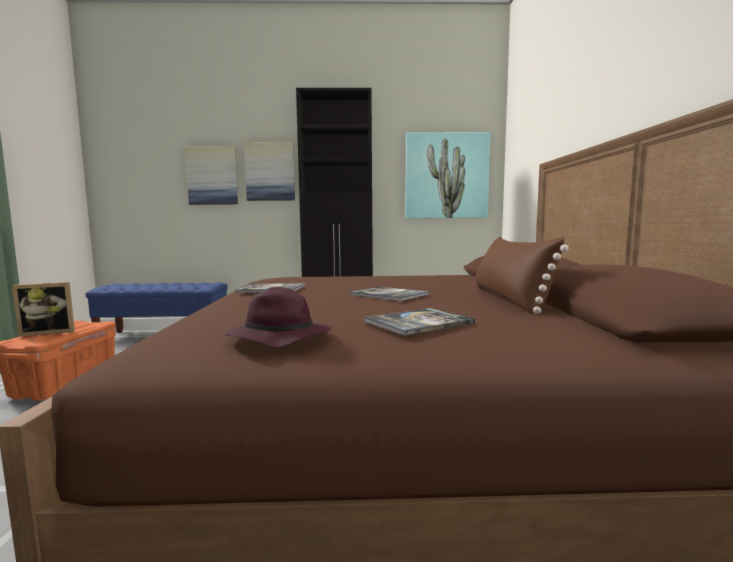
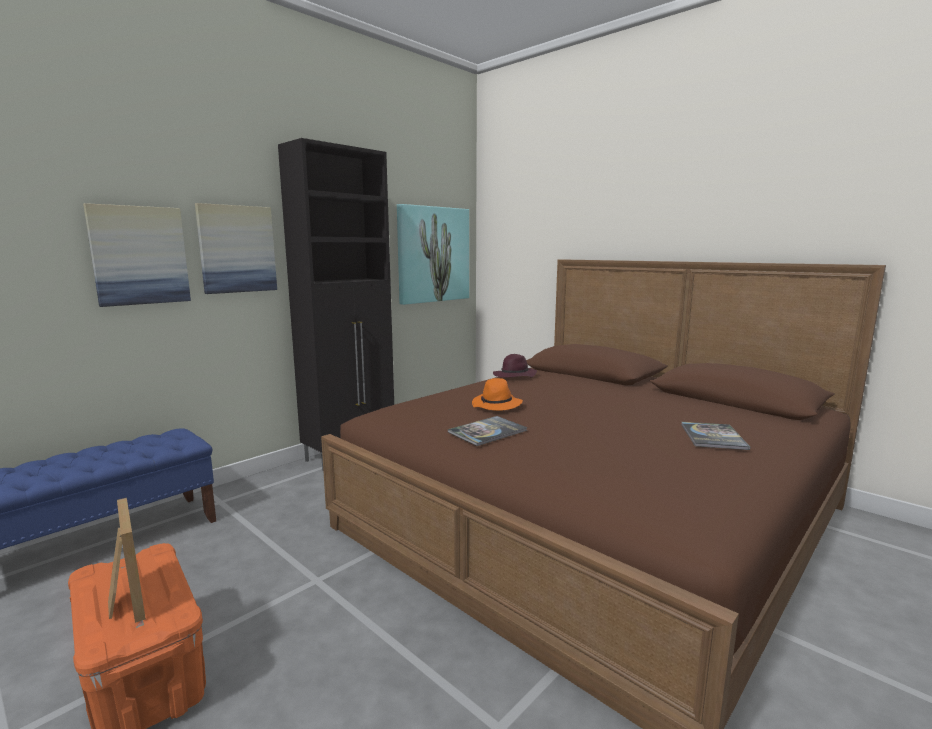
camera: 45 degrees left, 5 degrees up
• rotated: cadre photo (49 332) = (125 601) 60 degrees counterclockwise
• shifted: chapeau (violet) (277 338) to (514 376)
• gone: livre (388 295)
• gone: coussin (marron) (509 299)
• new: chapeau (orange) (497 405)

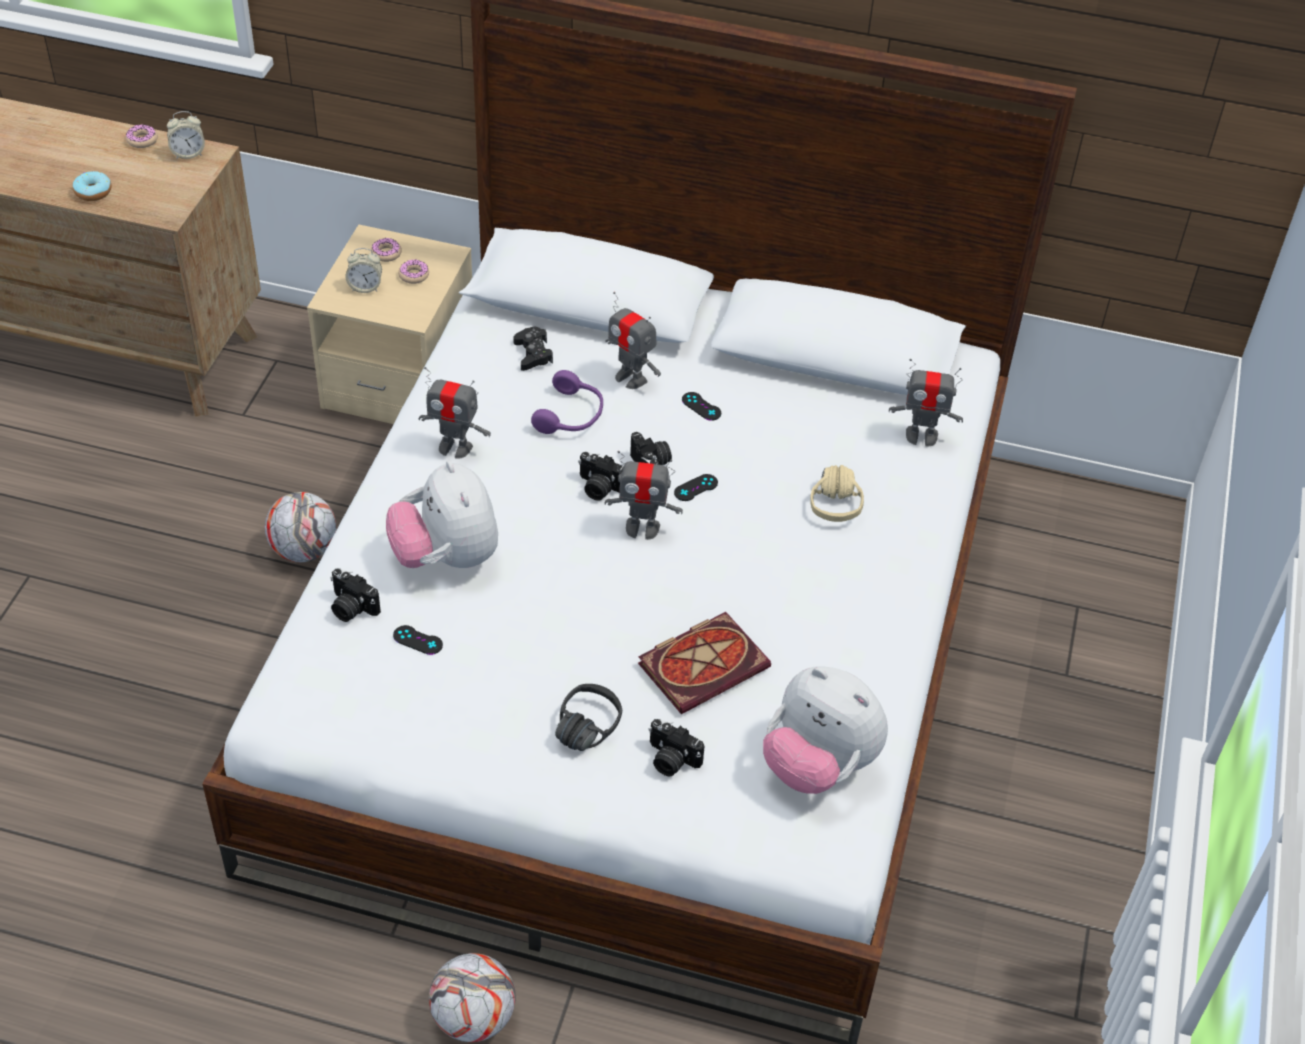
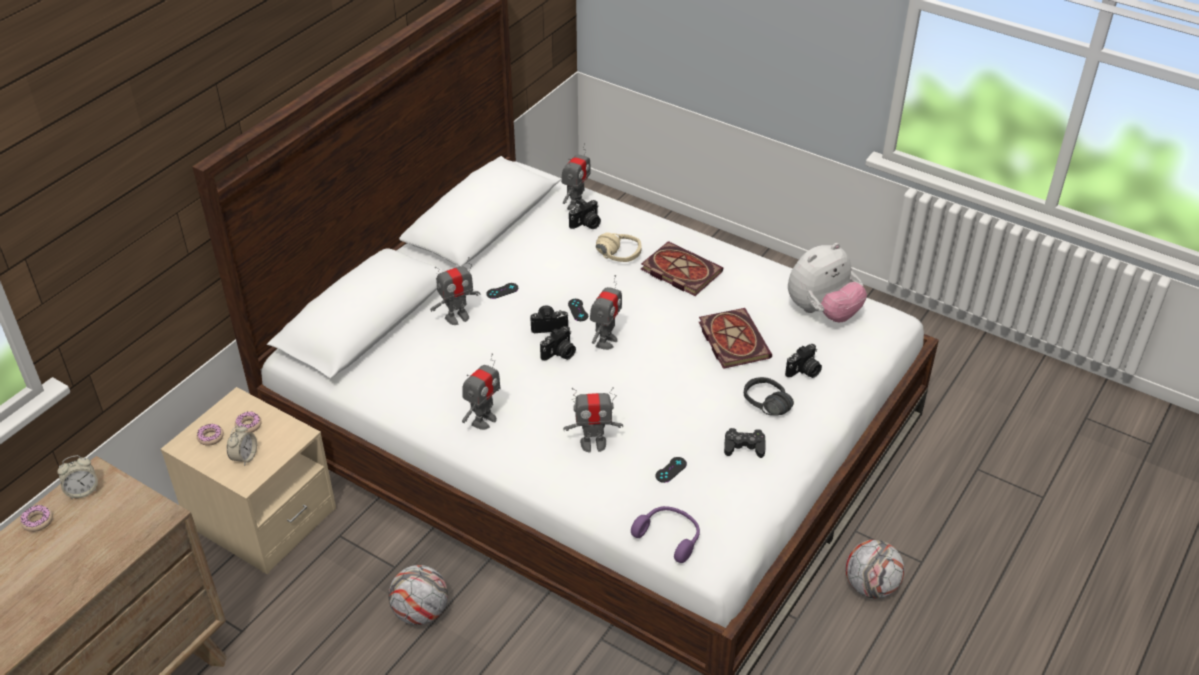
camera: 70 degrees left, 5 degrees down
• gone: beignet (93 192)
• rotated: réveil (188 153) = (82 490) 60 degrees clockwise
• shifted: appareil photo (351 608) to (586 224)
• swapped: peluche (446 557) to robot jouet (593 444)
• shifted: manette (noir) (533 354) to (744 447)
• shifted: casque audio (violet) (571 415) to (669 537)
• new: livre (679 271)

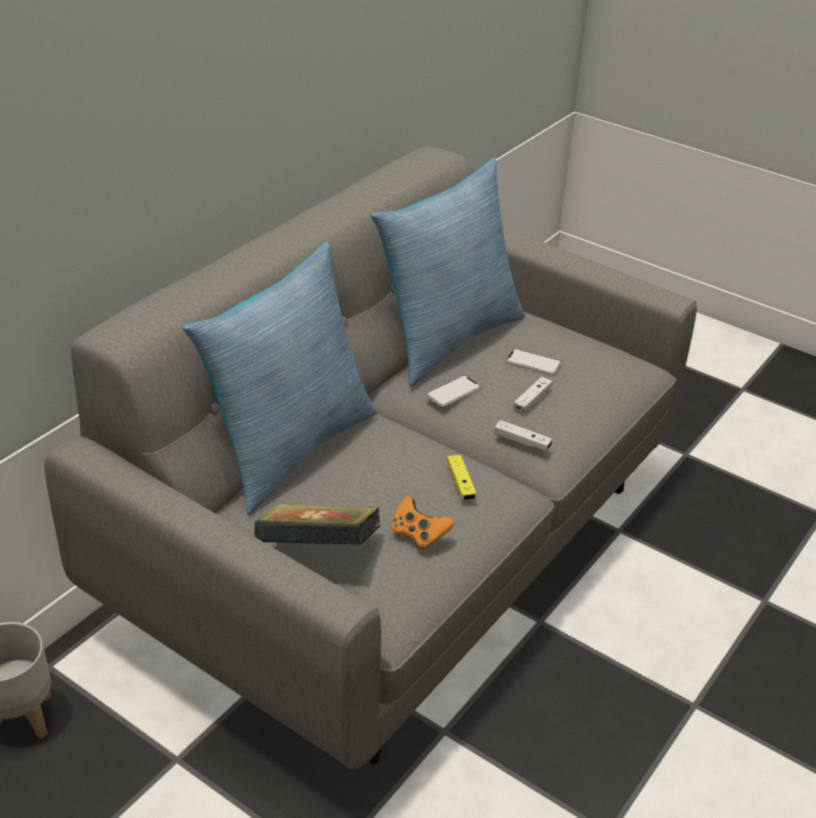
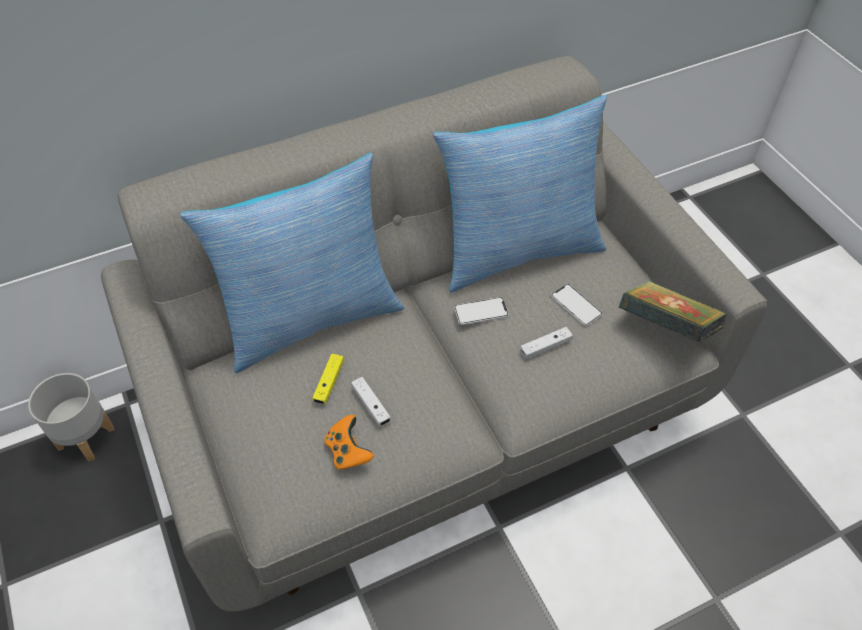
camera: 30 degrees right, 15 degrees up
• shifted: livre (318 550) to (666 328)
• shifted: manette (jaune) (460 483) to (329 383)
• shifted: manette (blanc) (522 441) to (371 405)

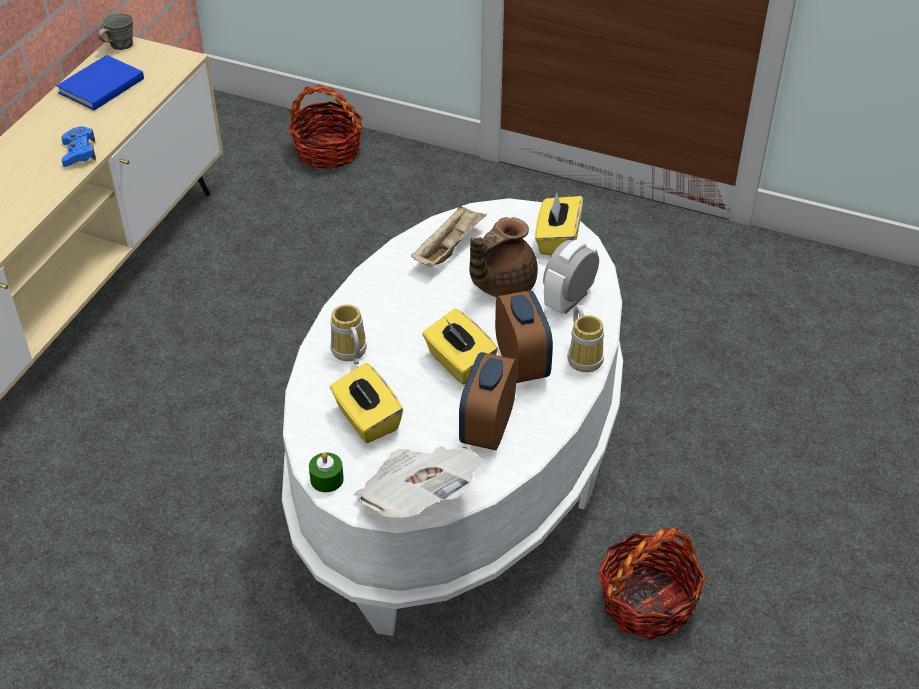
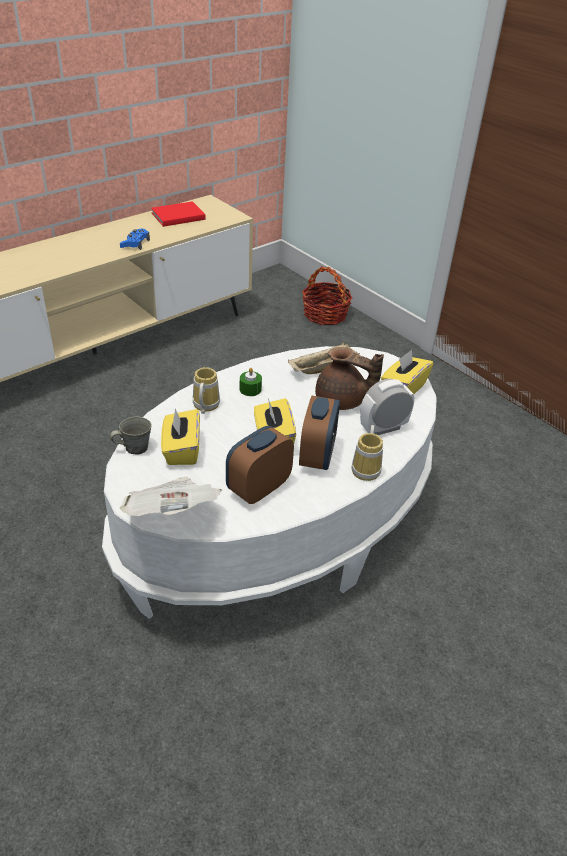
camera: 25 degrees right, 5 degrees down
• repainted: livre (bleu) (99 86) to livre (rouge) (176 216)
• shifted: mug (gris) (120 45) to (134 448)
• shifted: bougie (vert) (327 479) to (250 389)
• rotated: théière (marron) (501 284) = (342 401) 135 degrees counterclockwise
• gone: panier (647 602)

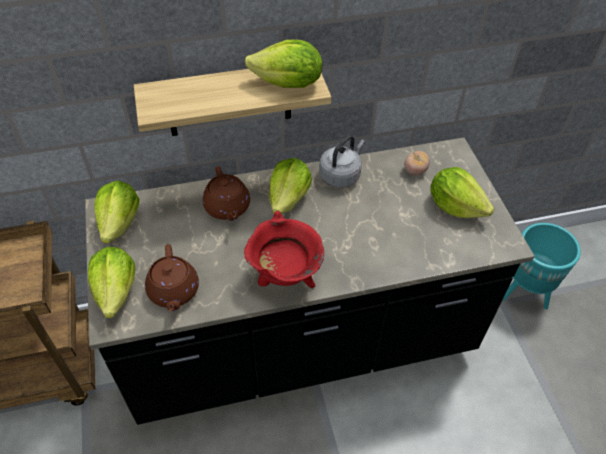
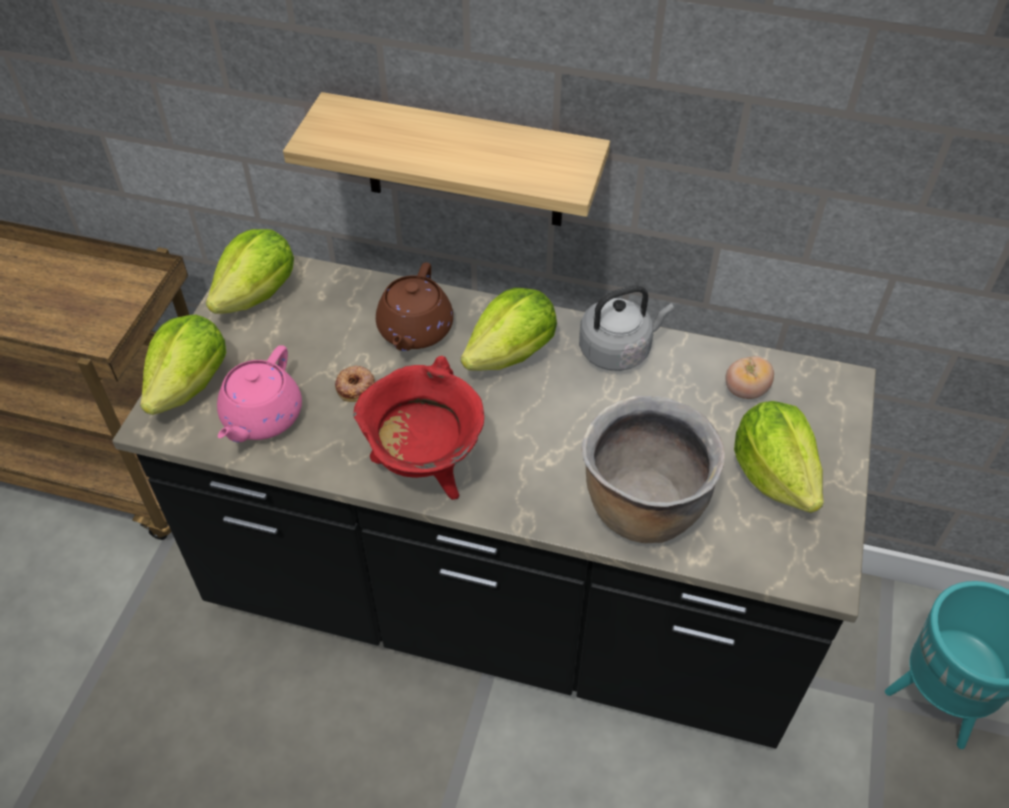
camera: 30 degrees right, 0 degrees up
• repainted: théière (marron) (173 291) to théière (rose) (261 418)
• gone: laitue (288 84)
• new: beignet (356 386)
• new: marmite (marron) (642 506)

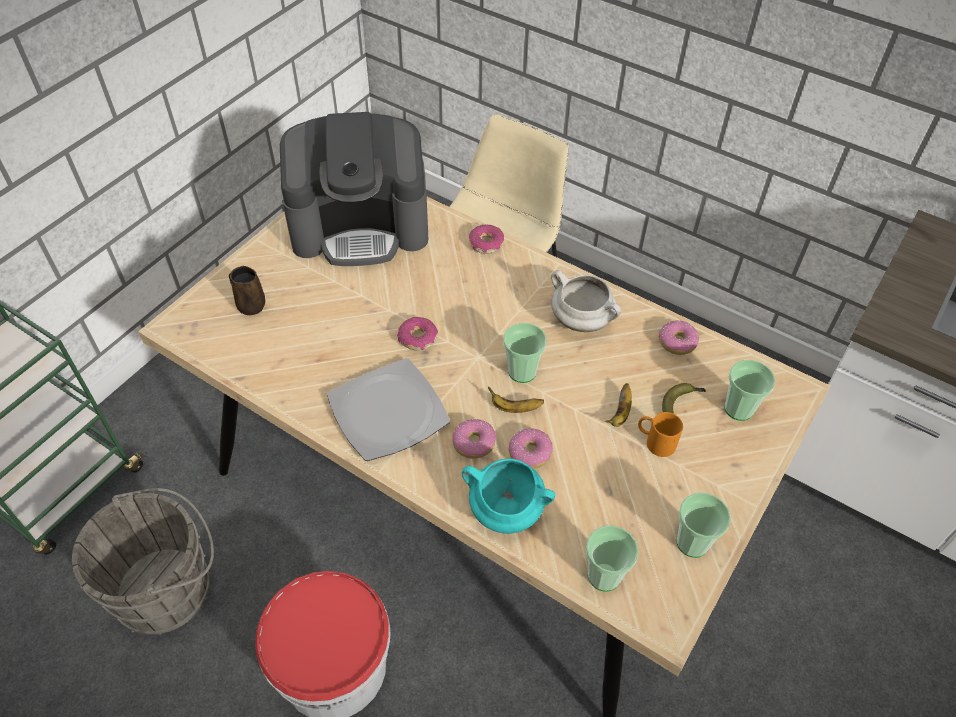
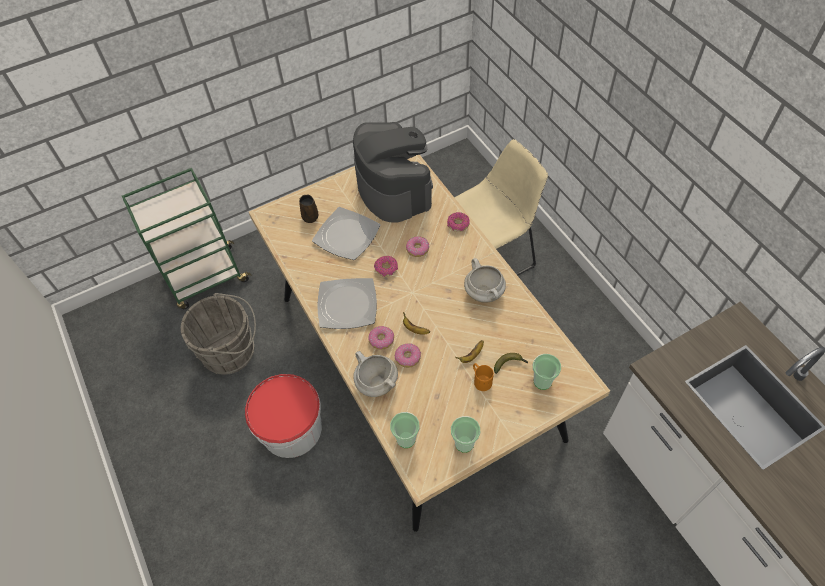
camera: 30 degrees right, 5 degrees up
• rotated: machine à café (361 225) = (393 188) 135 degrees counterclockwise
• repainted: marmite (turquoise) (504 510) to marmite (blanc) (376 383)
• gone: tasse (522 371)
• shifted: beignet (677 342) to (417 249)
• new: assiette (347 236)

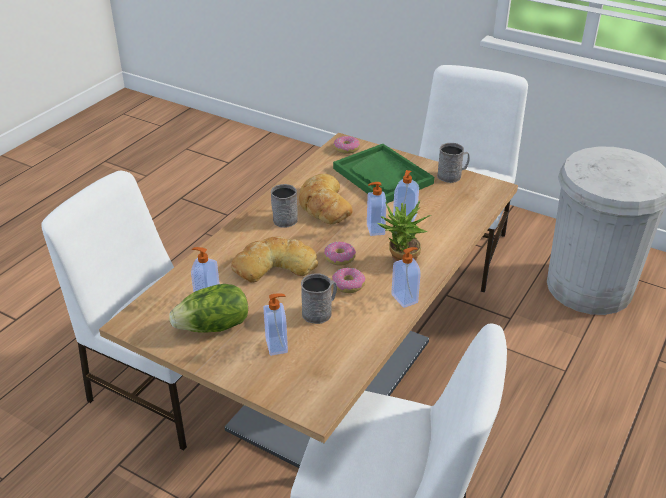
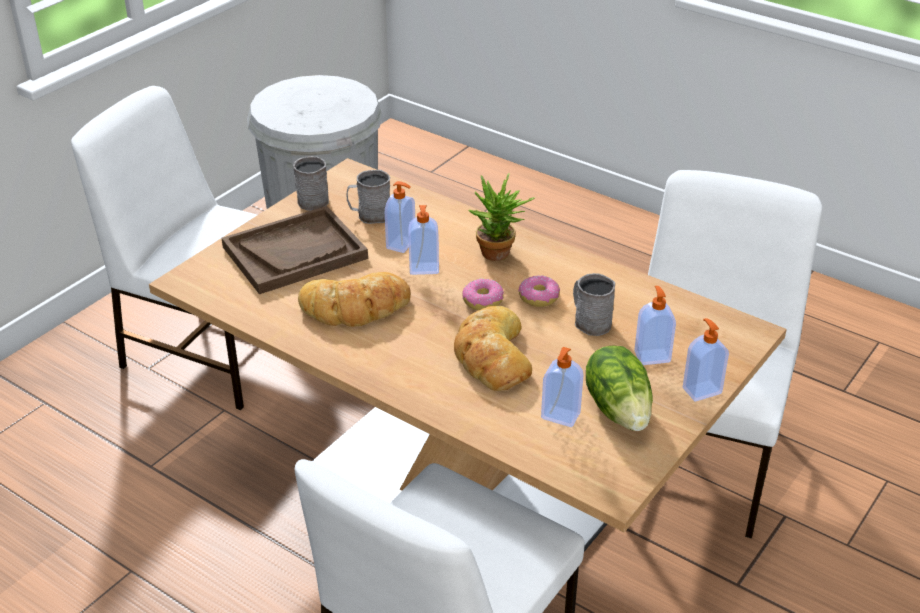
camera: 85 degrees left, 0 degrees up
• shifted: mug (gris) (284 217) to (369 215)
• gone: beignet (346 149)
• repainted: plateau (vert) (383 176) to plateau (marron) (295 252)
• shifted: distributeur de savon (405 298) to (701 390)

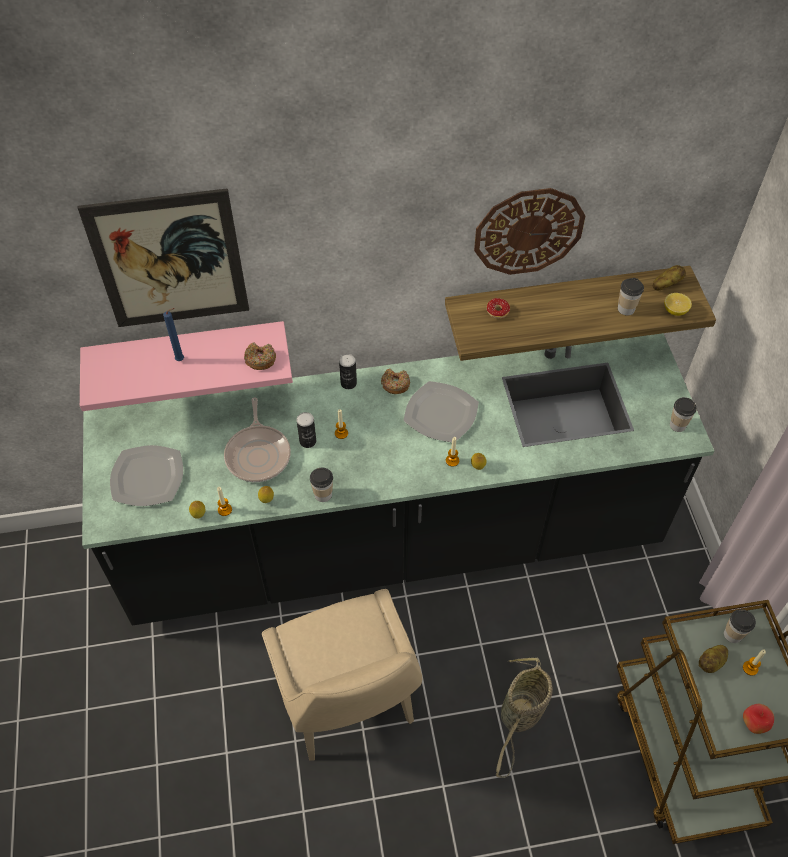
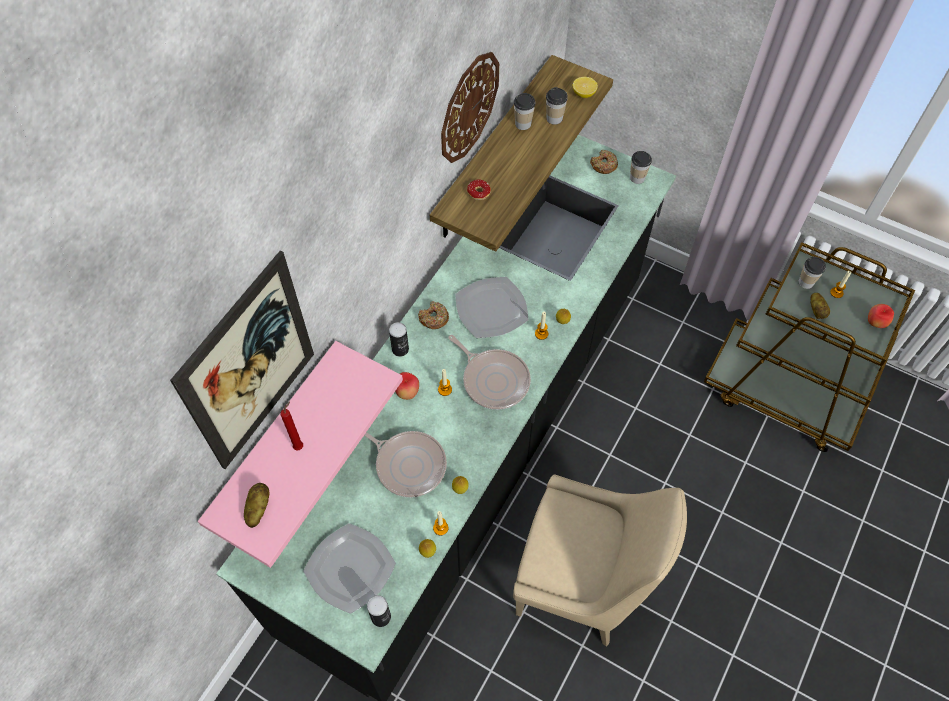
camera: 50 degrees left, 5 degrees up
• repainted: bougie (bleu) (181 360) to bougie (rouge) (300 446)
• shifted: beignet (260 359) to (603 165)
• shifted: boîte métallique (308 441) to (381 617)
• shifted: tasse (323 494) to (523 124)
• gone: panier (519 716)
• shifted: pomme de terre (666 284) to (258 509)
• new: pomme (407 392)
• new: poêle (493 379)

